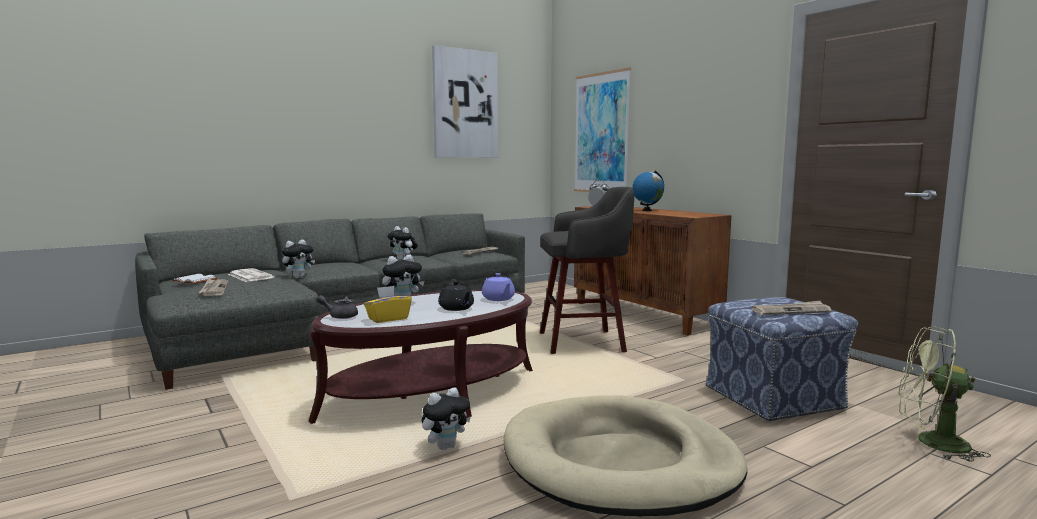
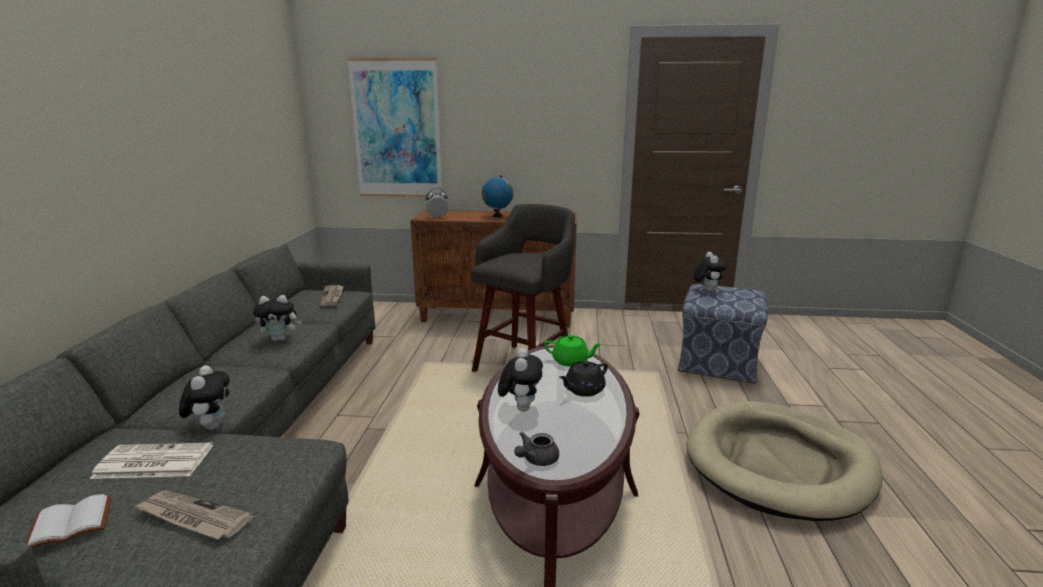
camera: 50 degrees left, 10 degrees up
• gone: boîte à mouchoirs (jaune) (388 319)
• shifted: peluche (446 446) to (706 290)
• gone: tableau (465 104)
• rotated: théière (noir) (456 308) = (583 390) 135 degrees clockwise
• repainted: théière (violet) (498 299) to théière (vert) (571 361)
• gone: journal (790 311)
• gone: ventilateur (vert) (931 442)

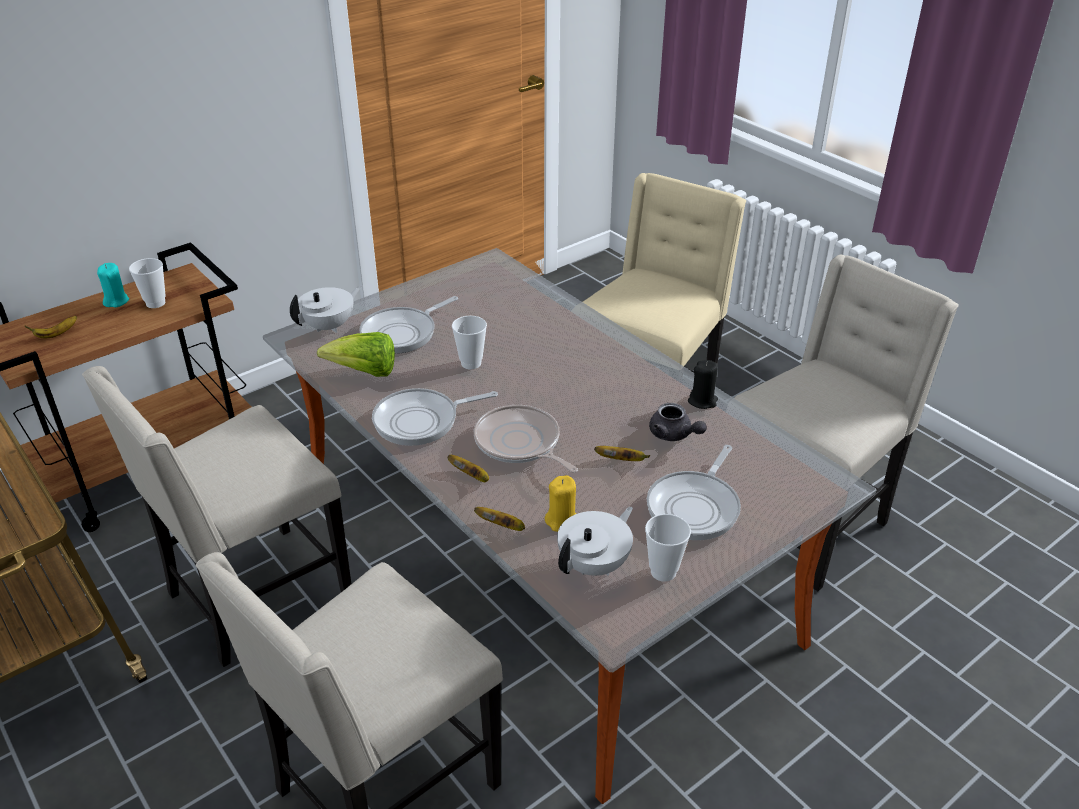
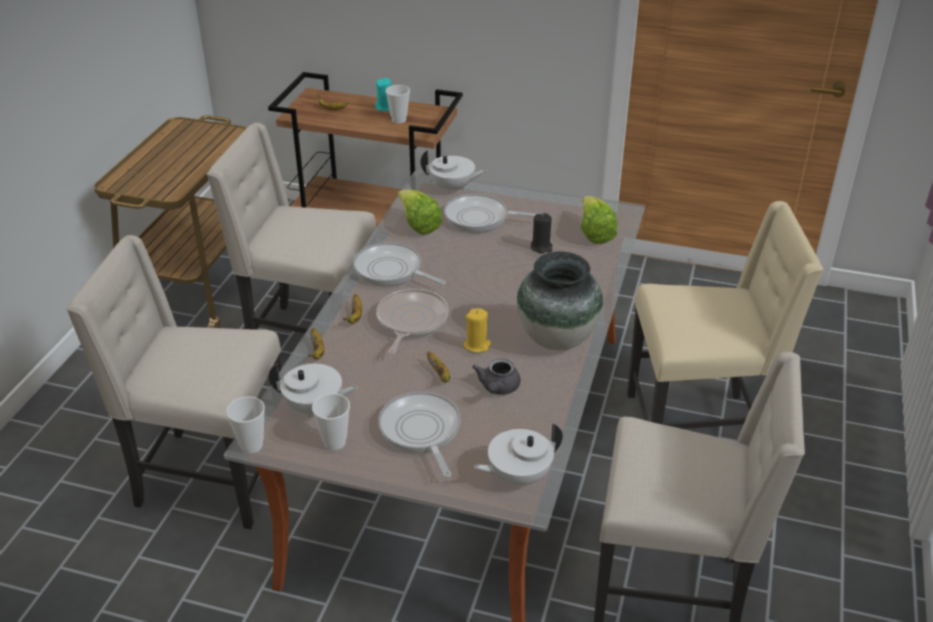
camera: 55 degrees right, 0 degrees up
• shifted: tasse (471 363) to (251 445)
• shifted: bougie (jaune) (562 521) to (477 345)
• rotated: poêle (695 507) = (421 431) 75 degrees clockwise
• shifted: bougie (noir) (702 401) to (541 247)
• new: théière (blanc) (518 476)
• new: vase (557 339)
• new: laitue (594 233)

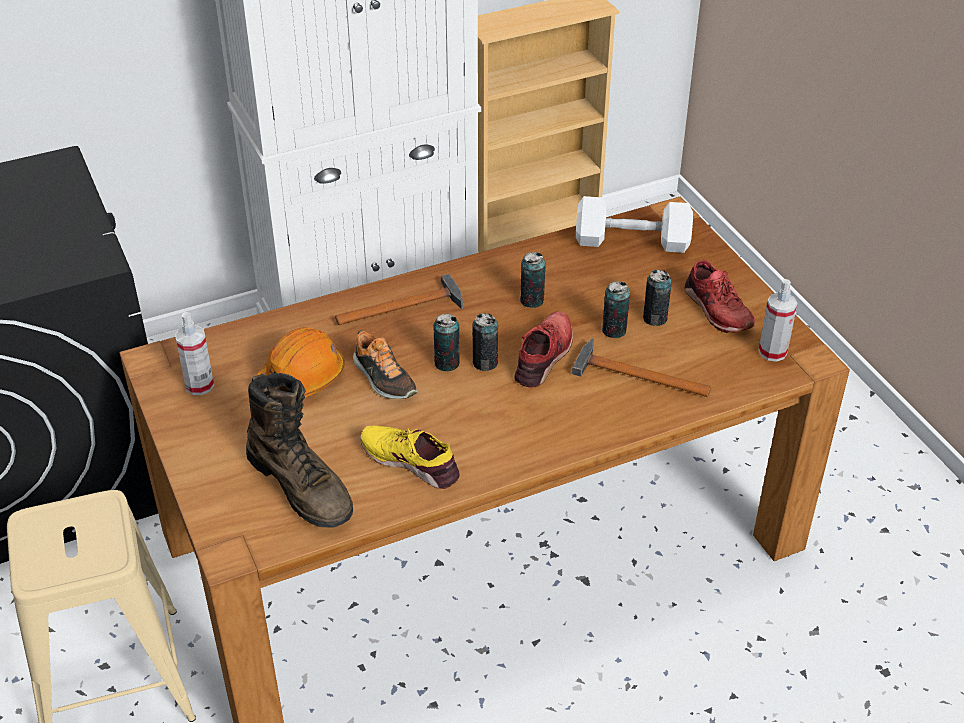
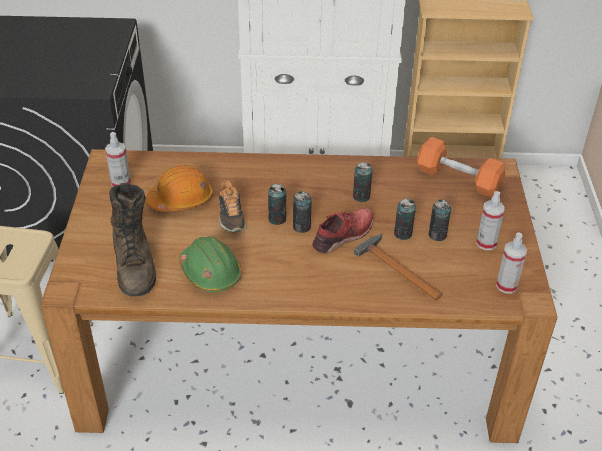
camera: 25 degrees right, 0 degrees up
• gone: marteau (405 307)
• swapped: chaussure (jaune) (411 461) to casque de chantier (vert) (210 273)
• repainted: haltère (blanc) (632 241) to haltère (orange) (458 179)
• swapped: chaussure (rouge) (716 309) to vaporisateur (486 243)

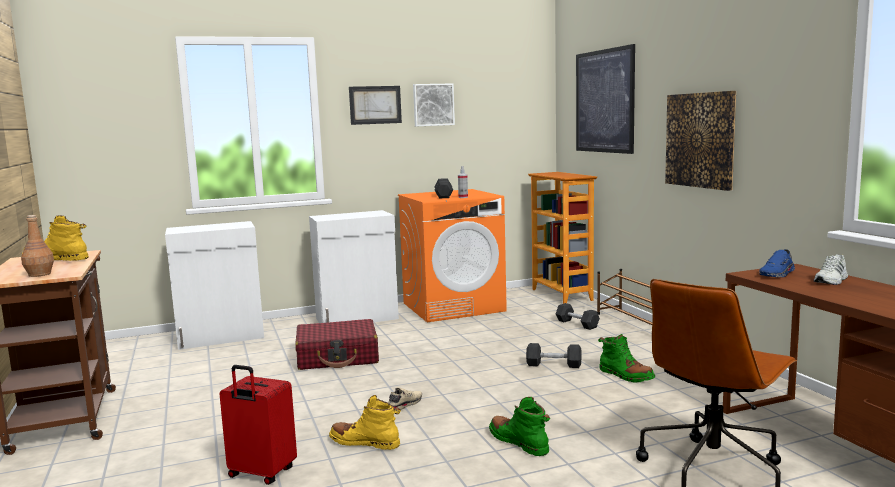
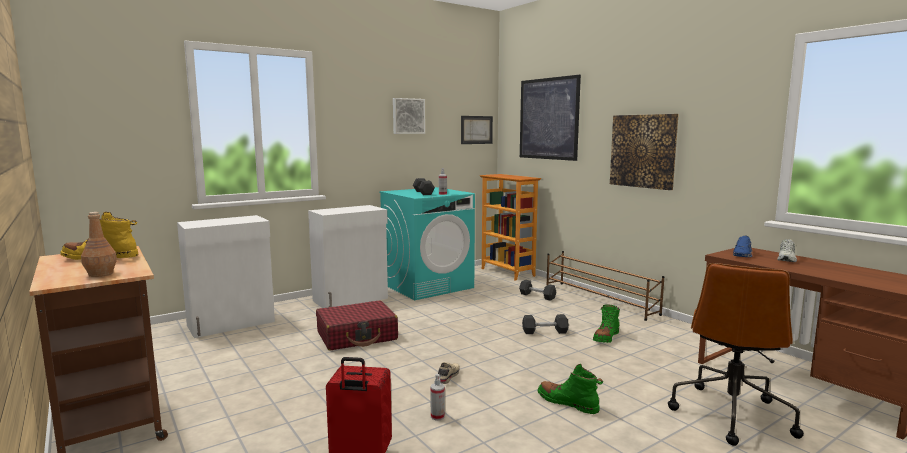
camera: 15 degrees left, 0 degrees up
• swapped: botte (jaune) (365 443) to vaporisateur (437 416)
• shifted: tableau (375 105) to (476 130)
• repainted: lave-linge (orange) (454 307) to lave-linge (turquoise) (428 286)
• rotated: botte (vert) (625 375) = (606 337) 90 degrees clockwise

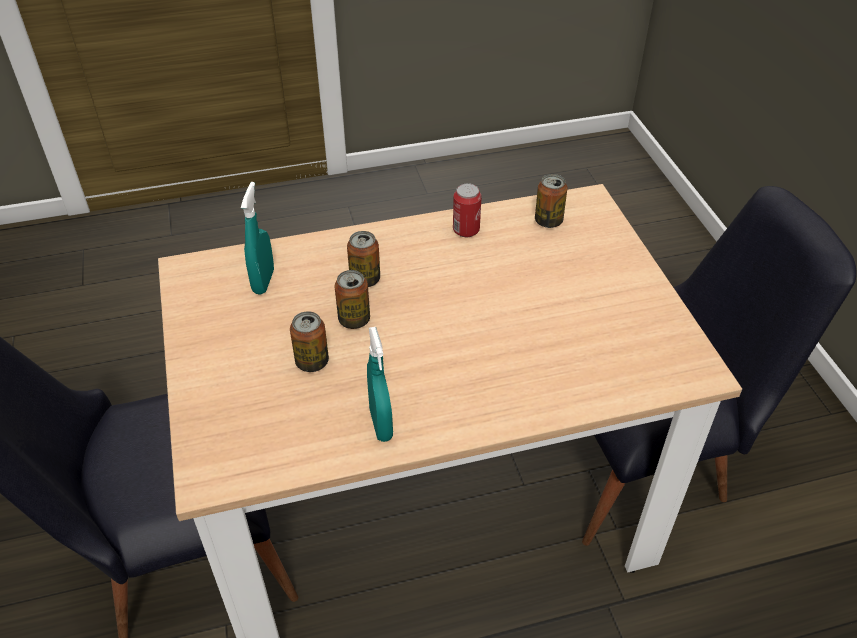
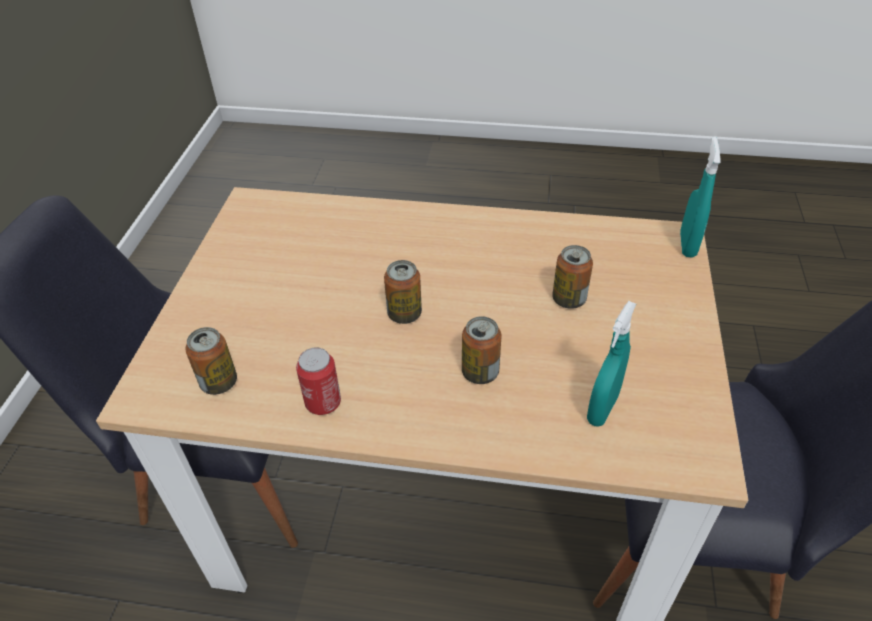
camera: 155 degrees left, 0 degrees up
• shifted: boîte métallique (354 320) to (404 314)
• shifted: vaporisateur (turquoise) (381 424) to (687 245)

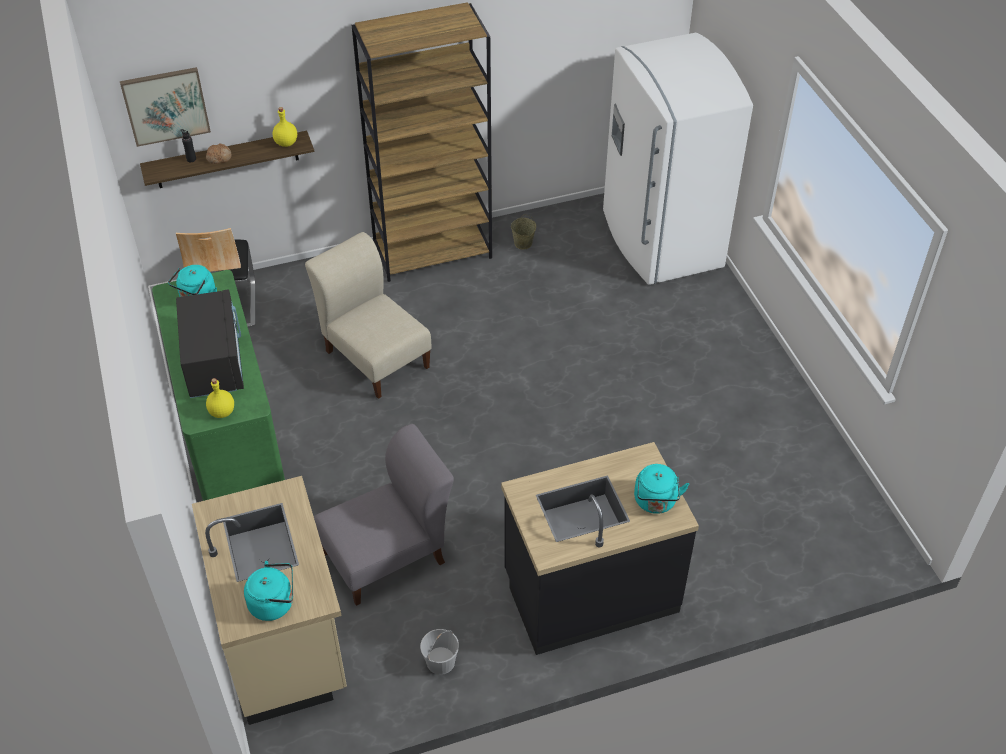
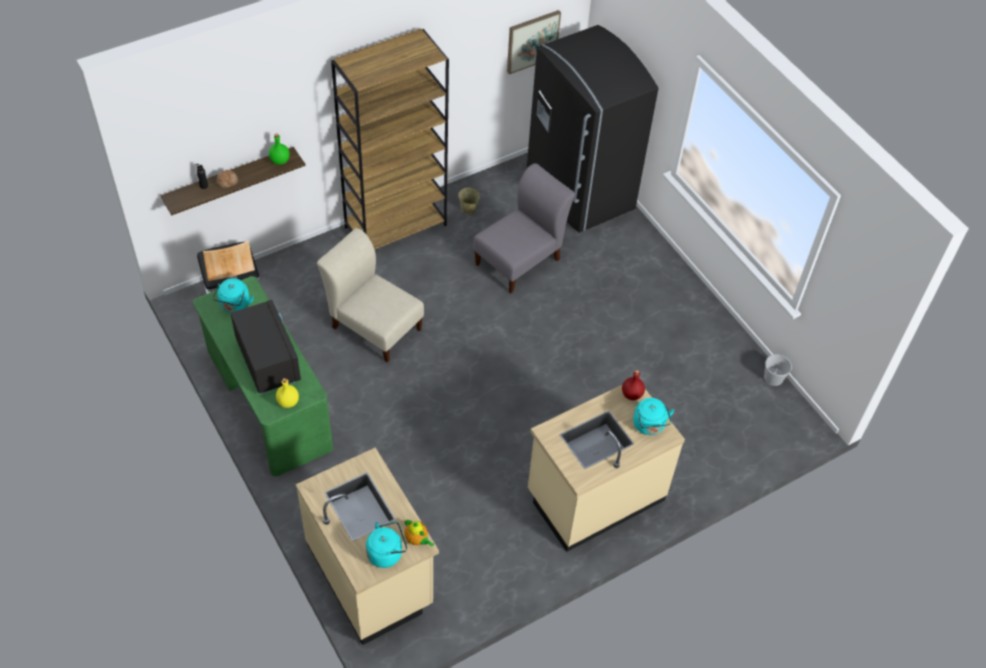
camera: 15 degrees left, 5 degrees up
• shifted: tableau (166 105) to (532 41)
• repainted: bouteille (jaune) (286 143) to bouteille (vert) (279 160)
• shifted: chaise (gris) (388 555) to (520 260)
• shifted: seau (blanc) (440 662) to (773 378)
• repainted: comptoir de cuisine (noir) (590 592) to comptoir de cuisine (beige) (594 495)
• repainted: réfrigérateur (blanc) (659 240) to réfrigérateur (noir) (578 191)
• new: théière (417 539)
• new: bouteille (rouge) (631 394)

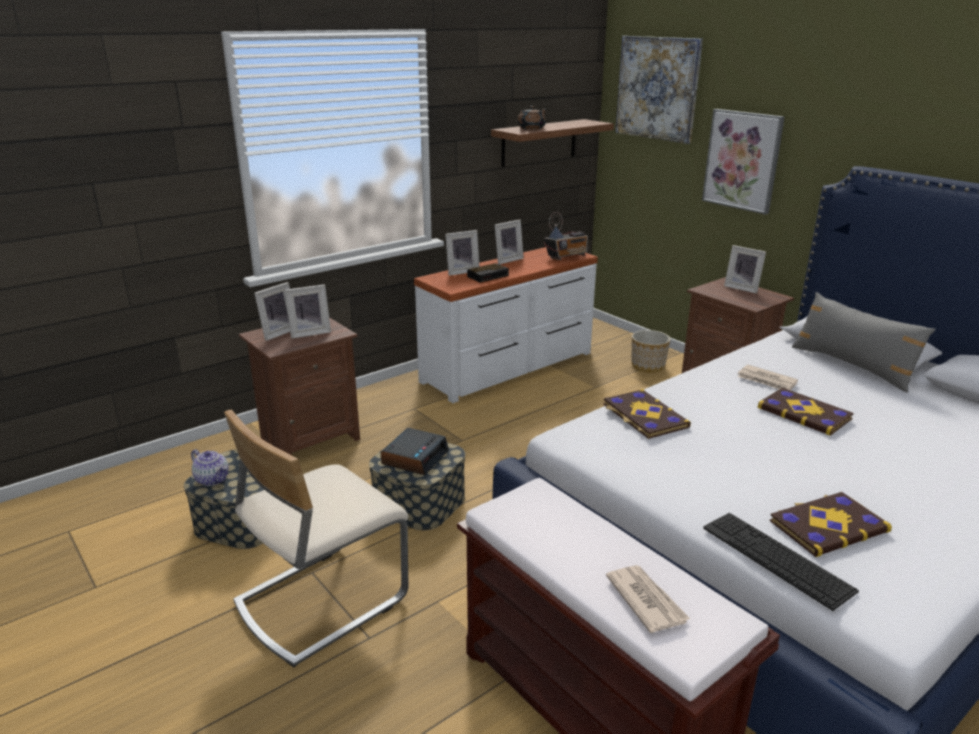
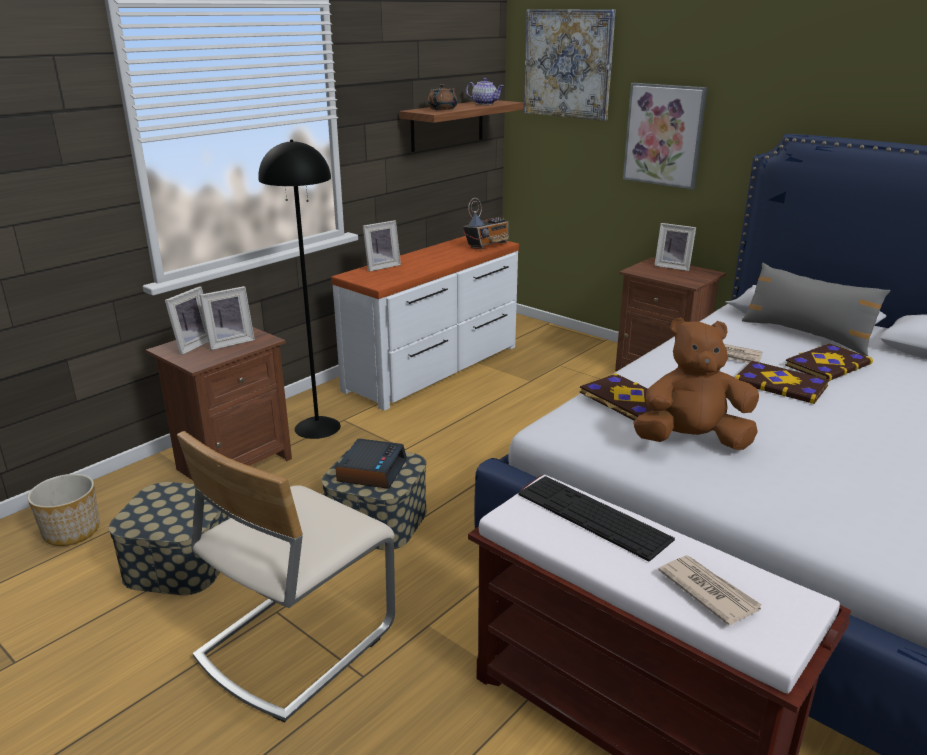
camera: 10 degrees left, 0 degrees up
• shifted: théière (213 479) to (485 103)
• gone: réveil (488 276)
• gone: cadre photo (507 260)
• shifted: cache-pot (648 366) to (72 531)
• shifted: clavier (776 558) to (593 516)
• shifted: livre (827 525) to (826 364)
• new: lampadaire (noir) (318 427)
• new: peluche (marron) (691 441)

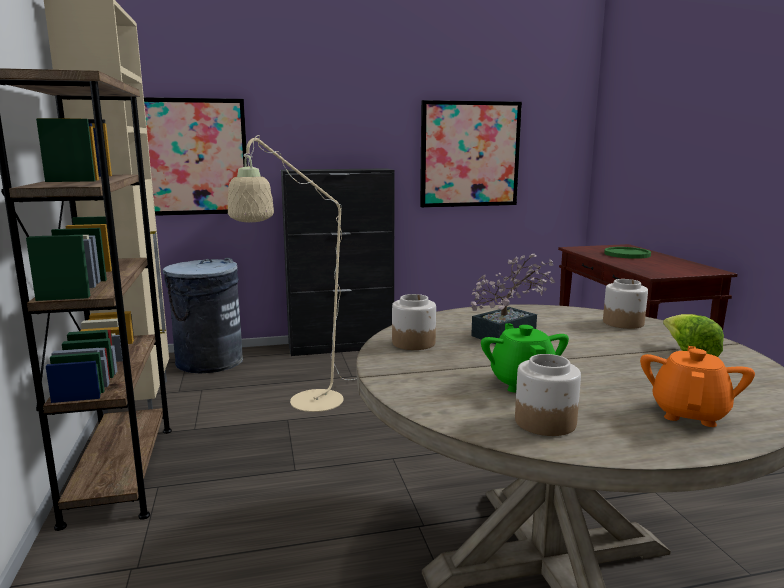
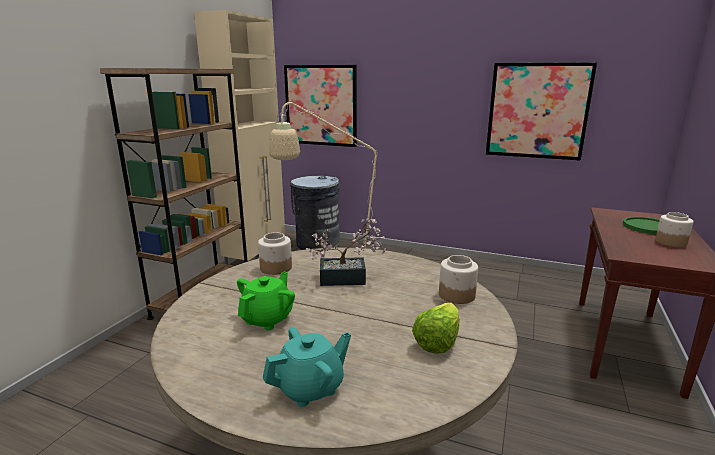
camera: 35 degrees right, 5 degrees up
• gone: meuble de rangement (noir) (341 346)
• shifted: bocal (544 422) to (670 242)
• repainted: théière (orange) (689 413) to théière (turquoise) (310 388)

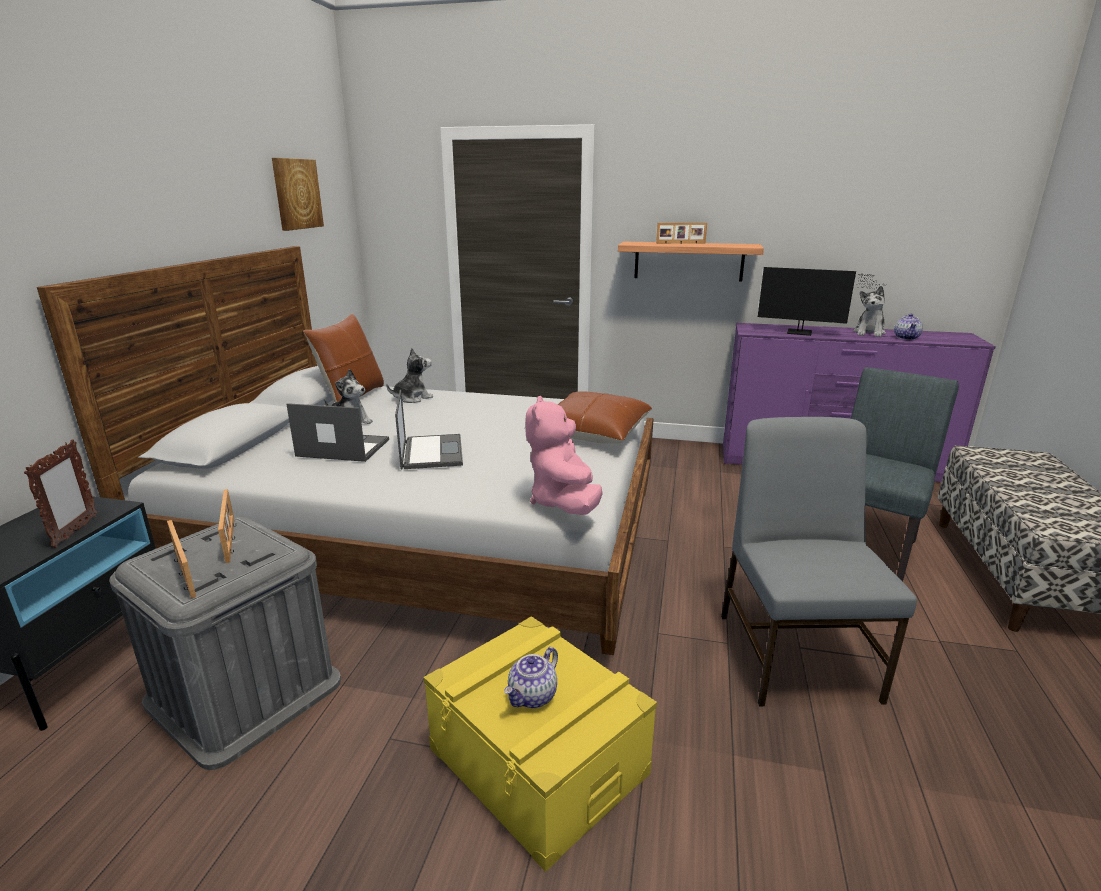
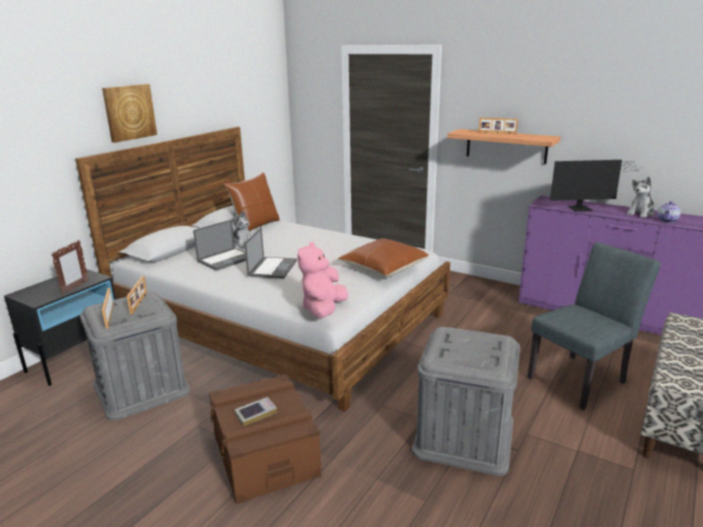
camera: 20 degrees right, 0 degrees up
• shifted: tableau (296 194) to (129 112)
• rotated: ordinateur portable (342 448) = (226 259) 105 degrees clockwise
• gone: peluche (412 398)
• repainted: boîte de rangement (jaune) (538 761) to boîte de rangement (marron) (265 455)
• swapped: théière (533 696) to livre (256 413)
• swapped: chaise (gris) (796 653) to boîte de rangement (gris) (464 435)
• rotated: écran d'ordinateur (804 333) = (583 208) 45 degrees counterclockwise

